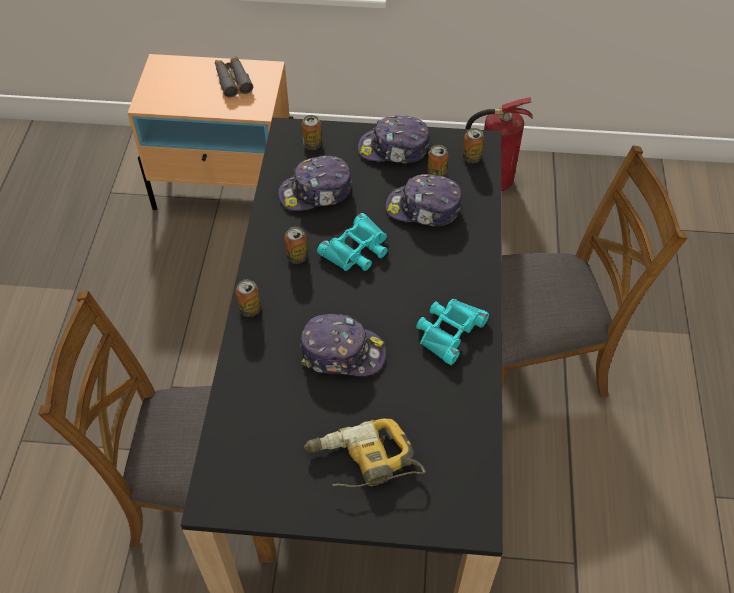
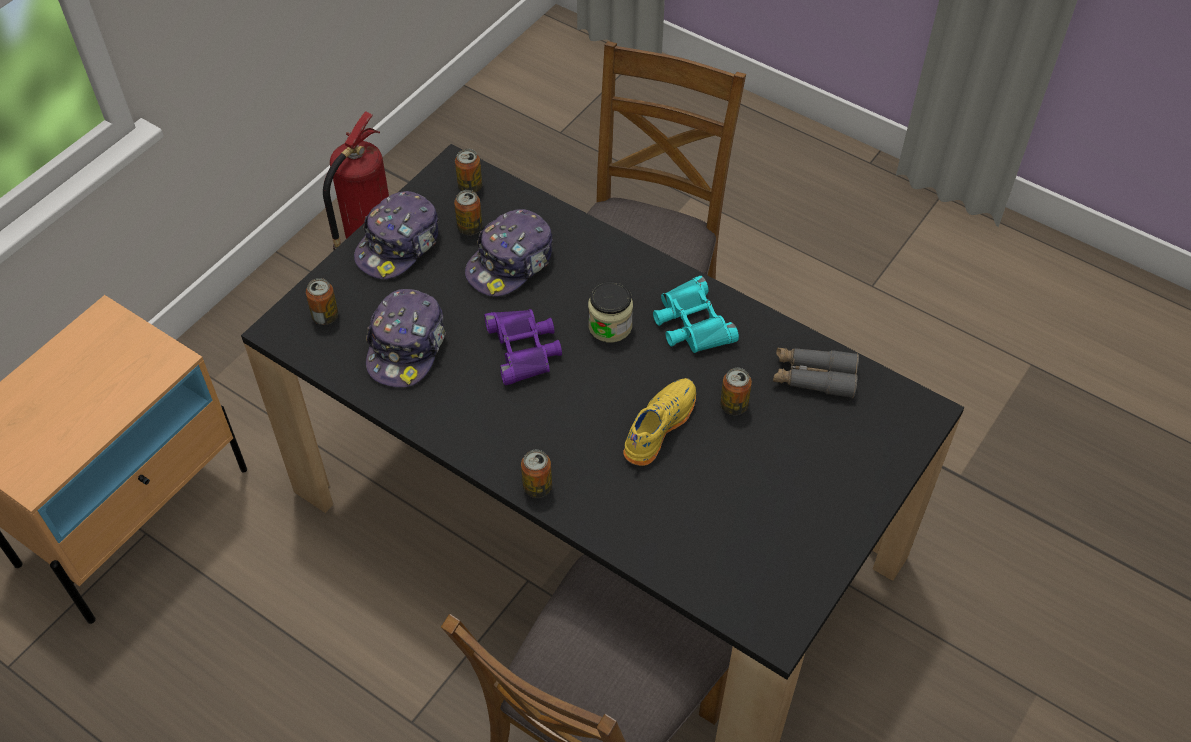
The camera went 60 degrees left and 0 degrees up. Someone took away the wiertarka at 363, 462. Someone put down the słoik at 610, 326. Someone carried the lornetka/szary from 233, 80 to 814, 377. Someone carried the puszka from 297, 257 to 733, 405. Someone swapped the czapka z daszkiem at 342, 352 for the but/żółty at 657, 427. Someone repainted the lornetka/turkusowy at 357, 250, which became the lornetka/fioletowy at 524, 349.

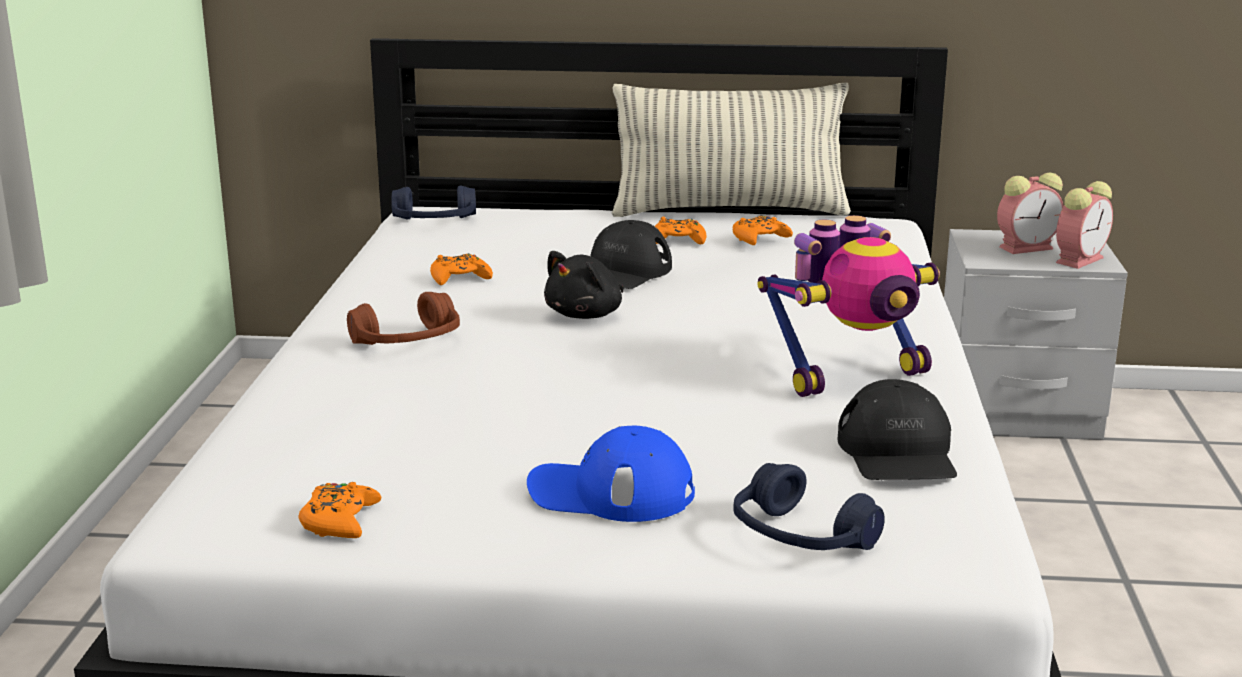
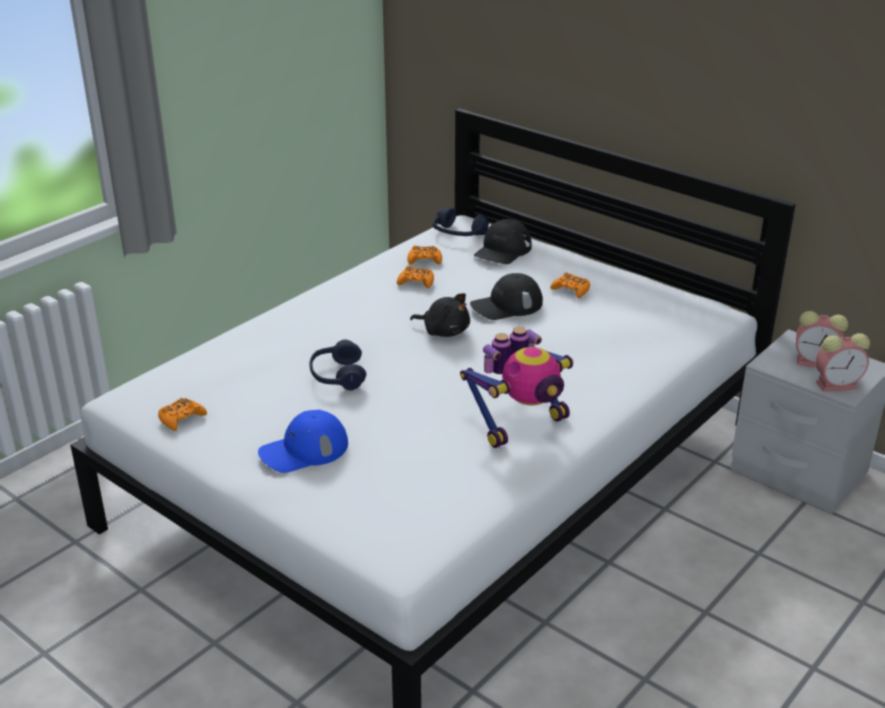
The camera went 35 degrees right and 10 degrees up. Someone took away the słuchawki/brązowy at 408, 342. Someone took away the poduszka at 729, 211. Someone carried the pad do gier/pomarańczowy from 759, 238 to 424, 260. Someone carried the słuchawki/niebieski from 800, 537 to 337, 376. Someone carried the czapka z daszkiem/czarny from 898, 452 to 503, 250. Someone rotated the czapka z daszkiem/niebieski at 610, 492 by 75 degrees counterclockwise. Someone rotated the pluszak/czarny at 586, 314 by 135 degrees counterclockwise. Someone rotated the robot zabawkowy at 851, 375 by 45 degrees counterclockwise.

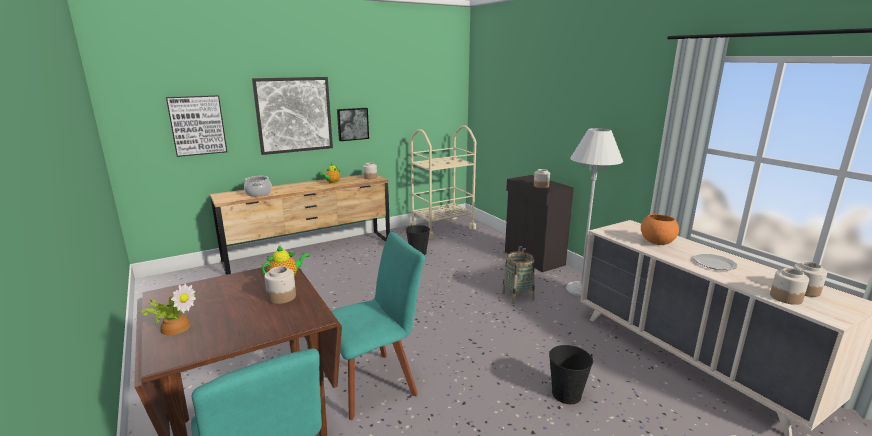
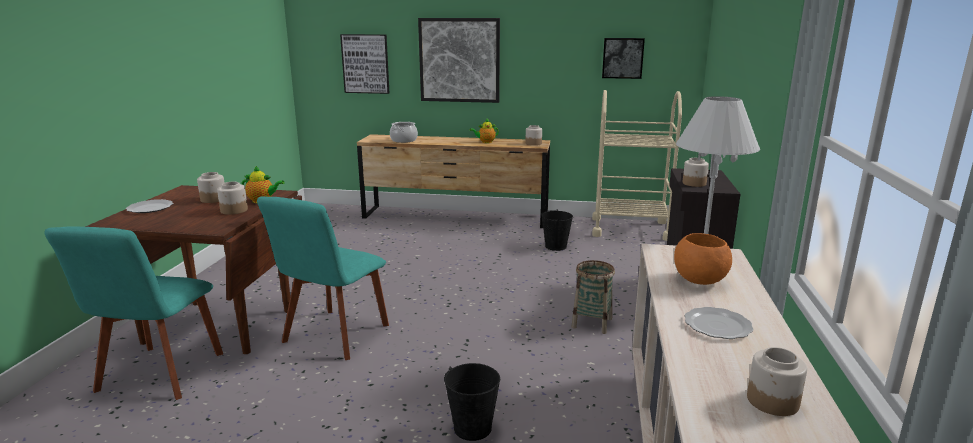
The camera went 40 degrees right and 0 degrees up. Someone carried the obraz from 352, 124 to 622, 58. Someone carried the słoik from 785, 297 to 214, 199. Someone swapped the roślina doniczkowa at 175, 326 for the talerz at 150, 208. Someone rotated the krzesło/turkusowy at 375, 383 by 105 degrees clockwise.

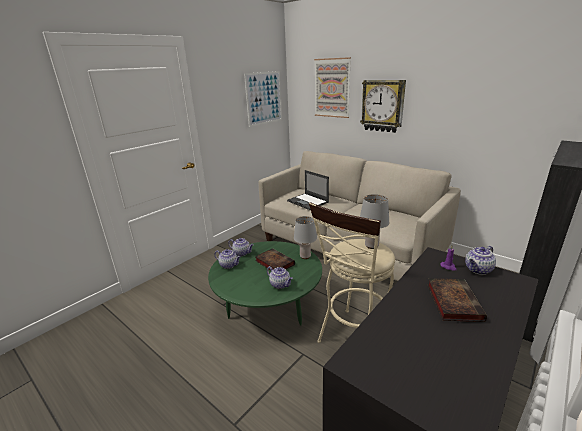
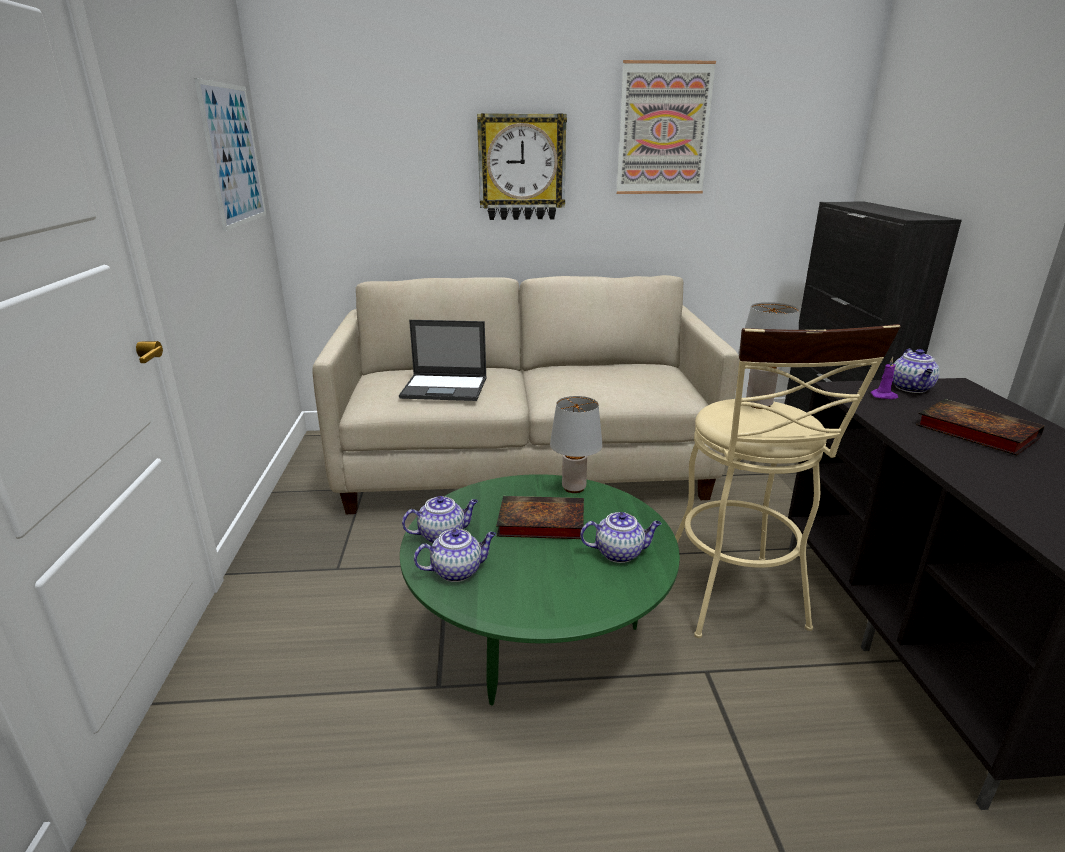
The camera went 45 degrees left and 0 degrees up. Someone carried the obraz from 332, 88 to 663, 129.

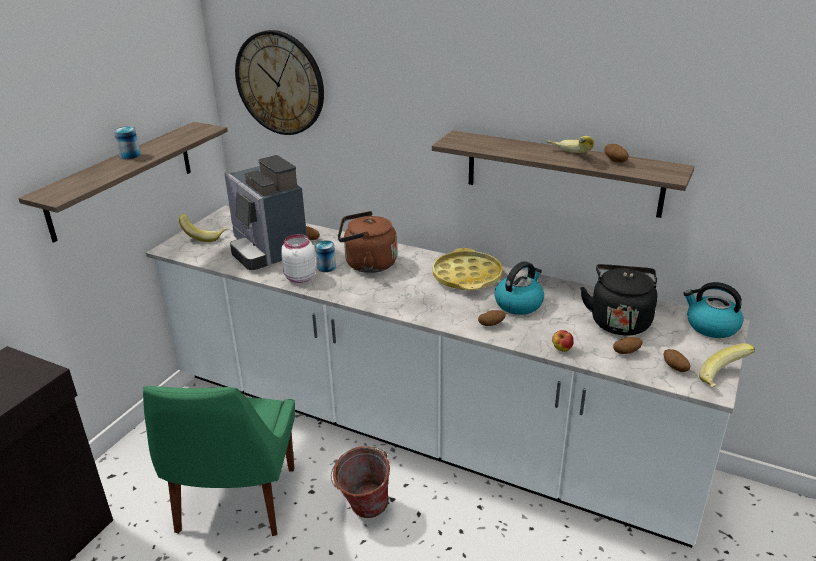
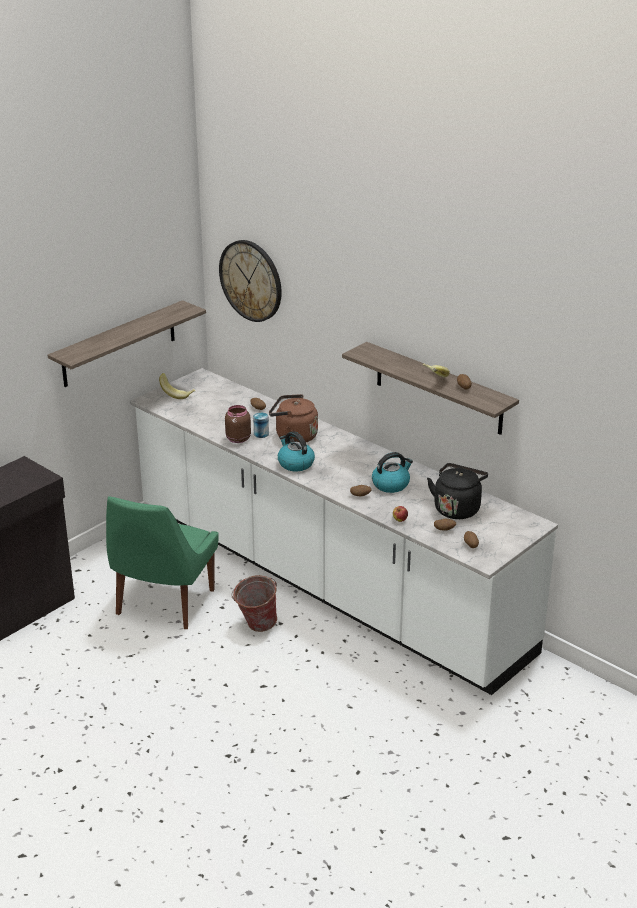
The camera went 15 degrees right and 0 degrees up. Someone took away the puszka at 130, 155. Someone took away the ekspres do kawy at 267, 249. Someone took away the taca/żółty at 467, 276. Someone took away the banan at 724, 379. Someone carried the czajnik from 711, 326 to 295, 463. Someone repainted the słoik/biały at 299, 278, which became the słoik/brązowy at 237, 439.

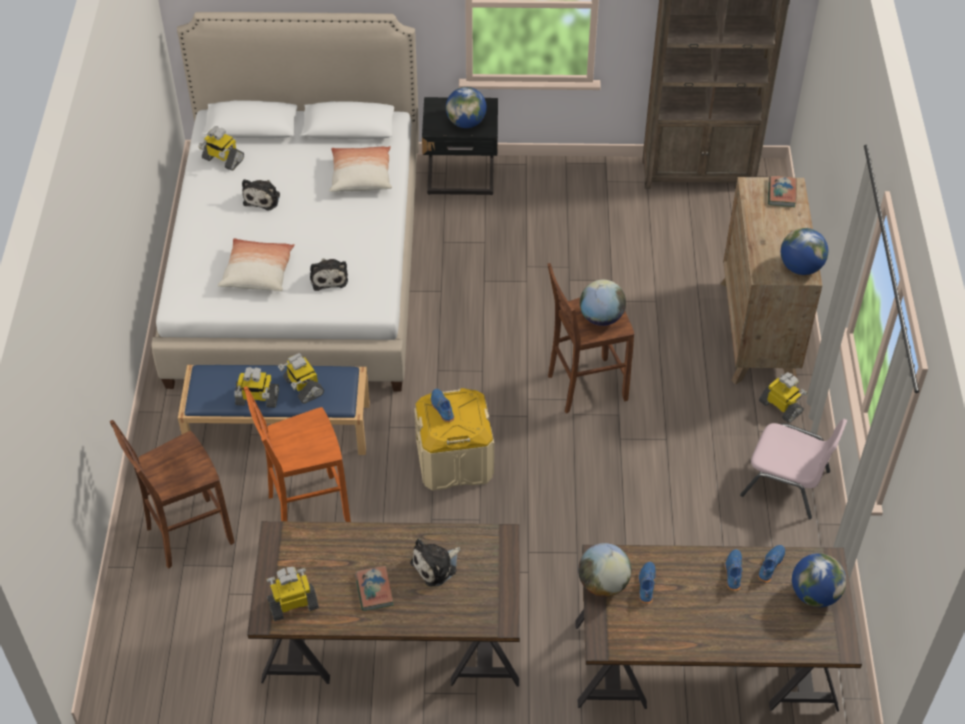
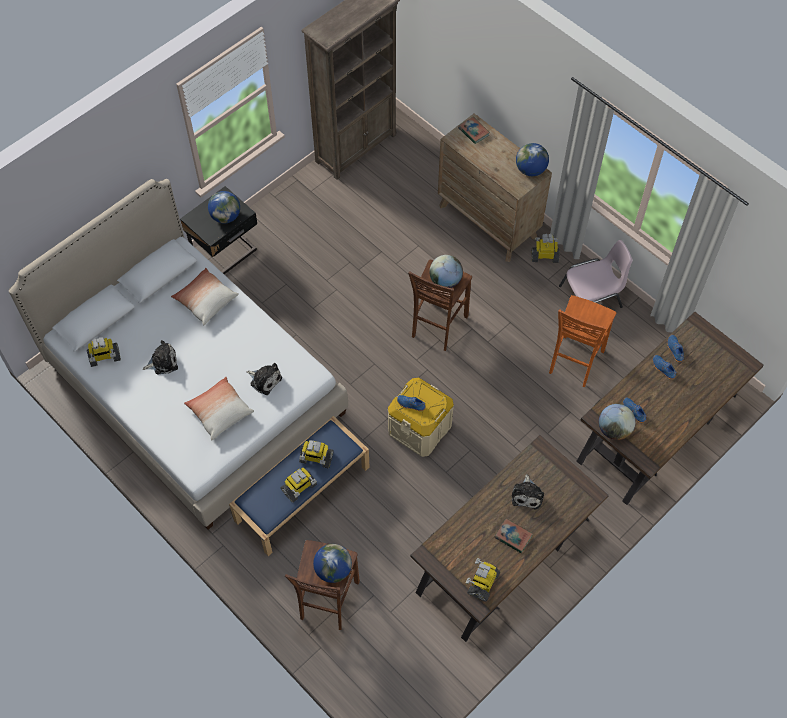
The camera went 45 degrees left and 10 degrees up. Someone carried the stołek/pomarańczowy from 306, 508 to 574, 362. Someone carried the globus from 814, 594 to 333, 569. Someone rotated the pluszak at 263, 198 by 75 degrees counterclockwise.

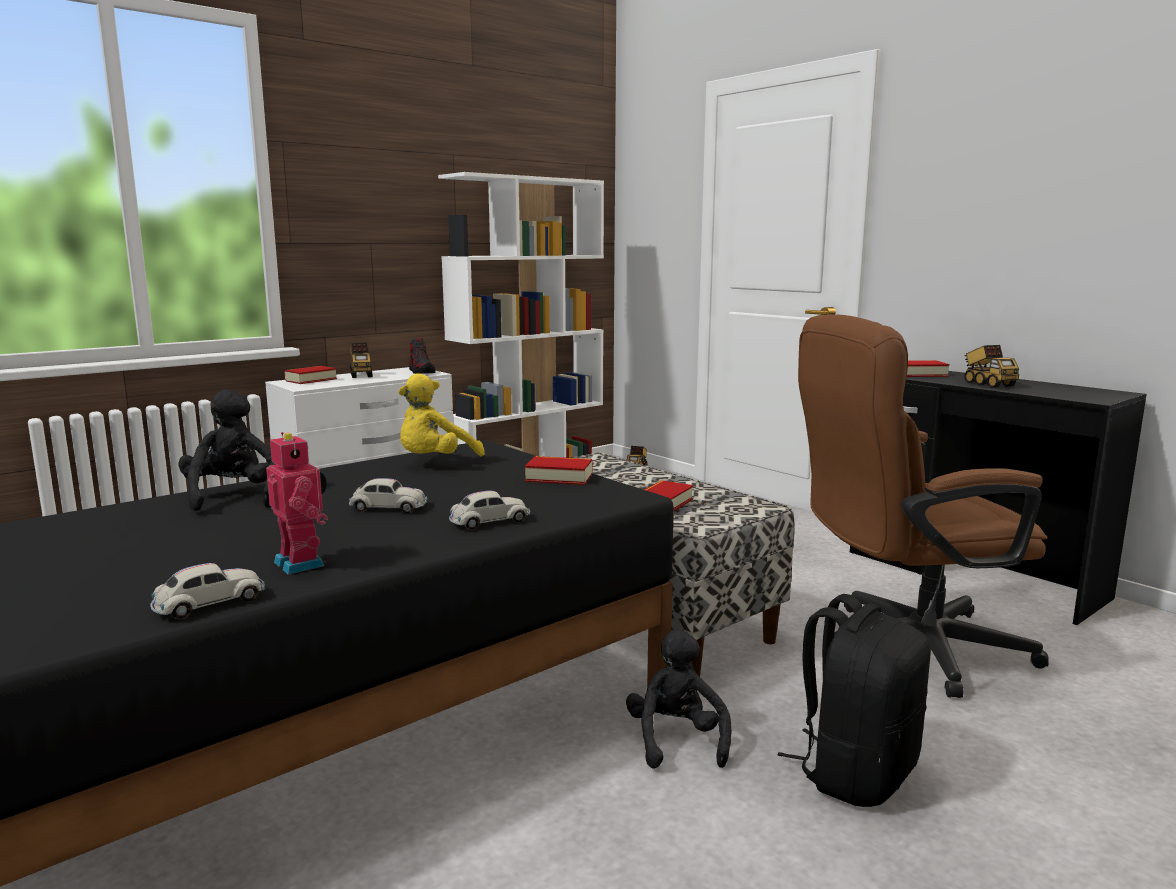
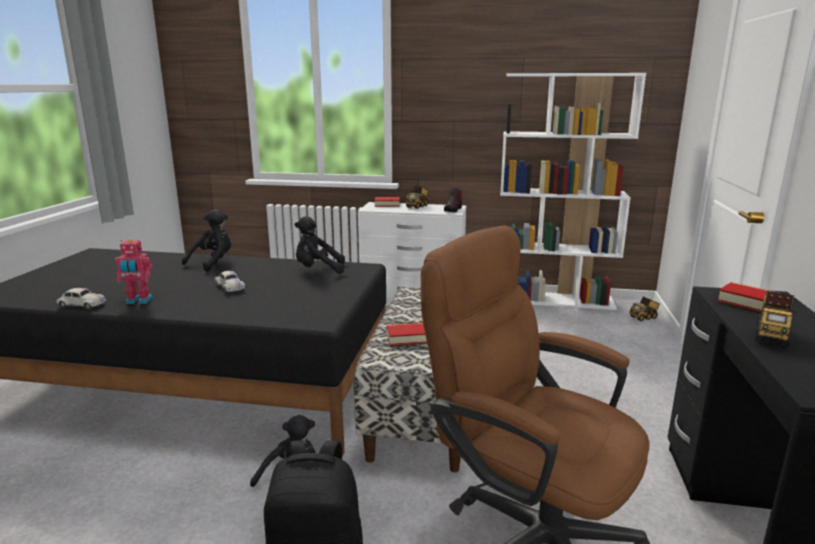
The camera went 50 degrees right and 5 degrees up. Someone took away the samochodzik/biały at 489, 521. Someone took away the książka at 559, 477. Someone repainted the pluszak/żółty at 435, 462, which became the pluszak/czarny at 318, 270. Someone rotated the robot zabawkowy at 303, 563 by 75 degrees clockwise.

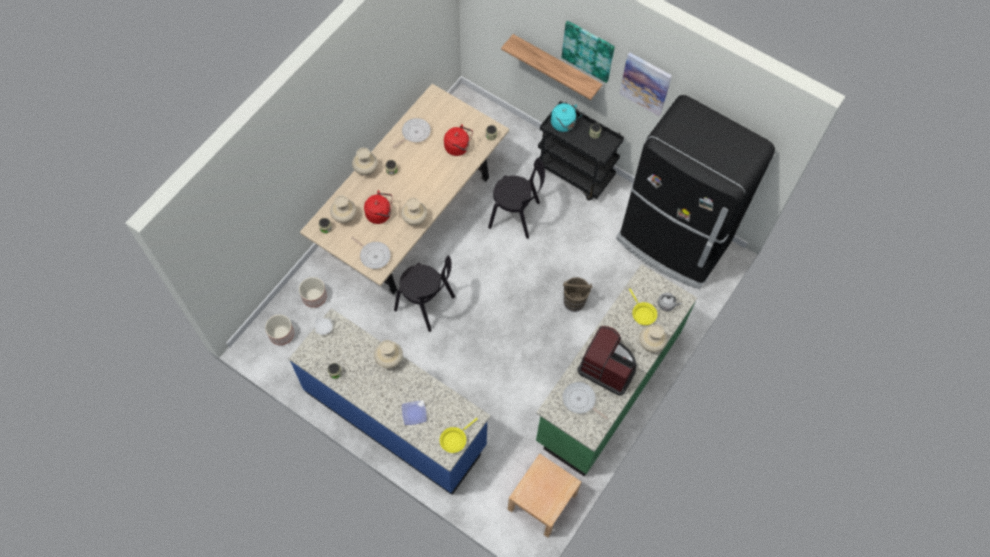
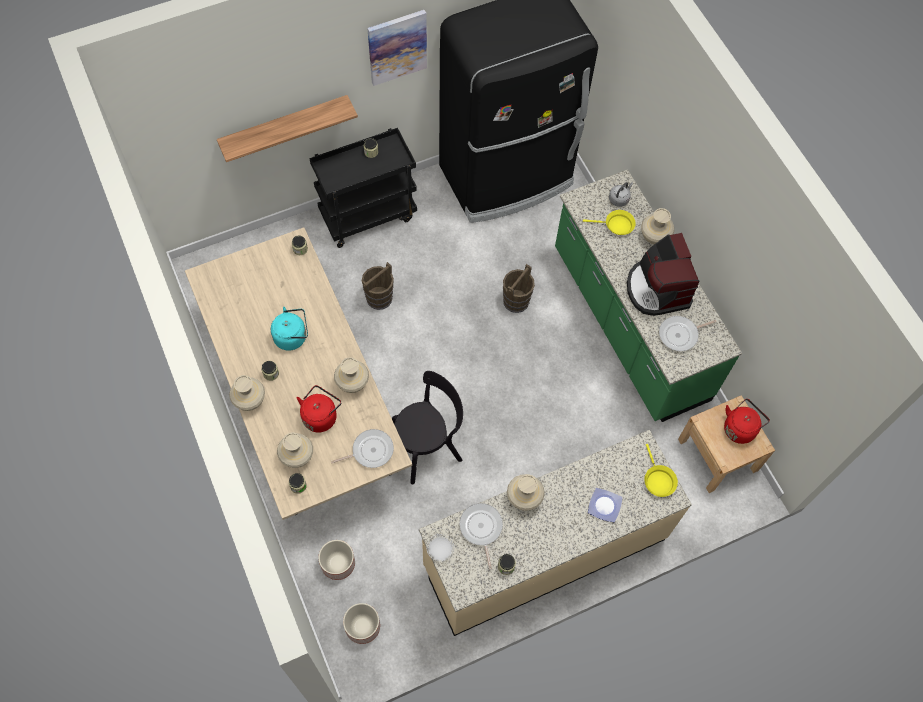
The camera went 60 degrees left and 0 degrees up. Someone took away the obraz at 588, 50. Someone carried the patelnia from 414, 133 to 481, 529. Someone carried the czajnik/czerwony from 458, 147 to 740, 428. Someone carried the czajnik/turkusowy from 564, 124 to 292, 336. Someone swapped the krzesło/czarny at 516, 216 for the wiadro/brązowy at 379, 298. Someone repainted the zabudowa kuchenna/niebieski at 395, 418, which became the zabudowa kuchenna/beżowy at 544, 551. Someone rotated the ekspres do kawy at 608, 367 by 75 degrees counterclockwise.

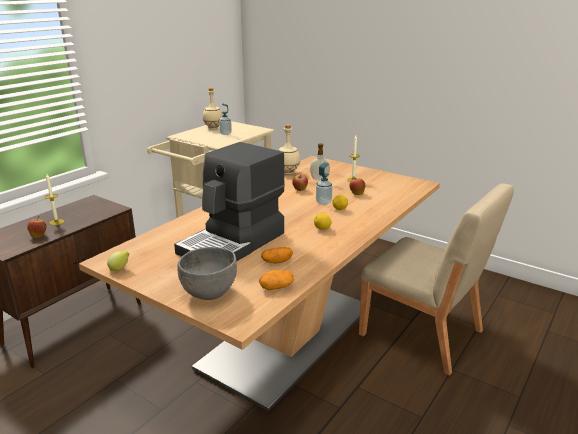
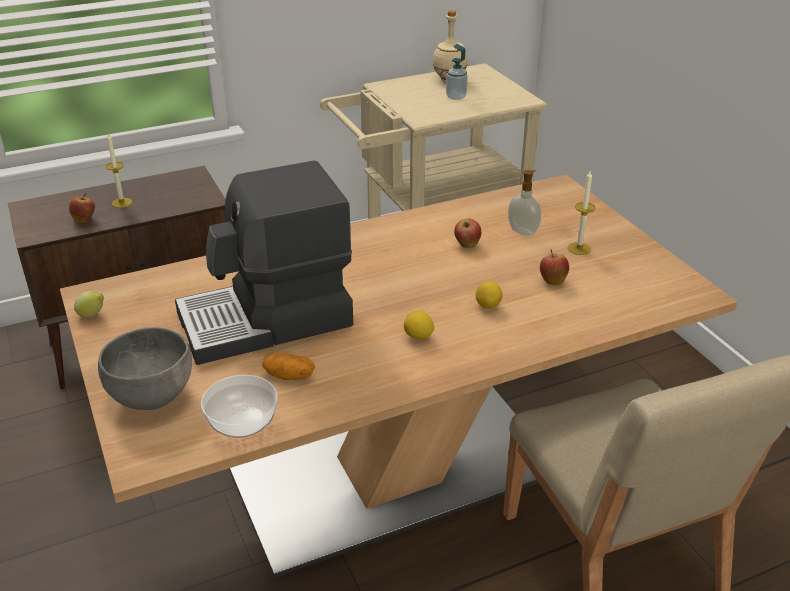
The camera went 30 degrees right and 10 degrees up. Someone took away the butelka/beżowy at 288, 172. Someone took away the dozownik mydła at 323, 202. Someone swapped the ziemniak at 276, 287 for the miska at 242, 421.

